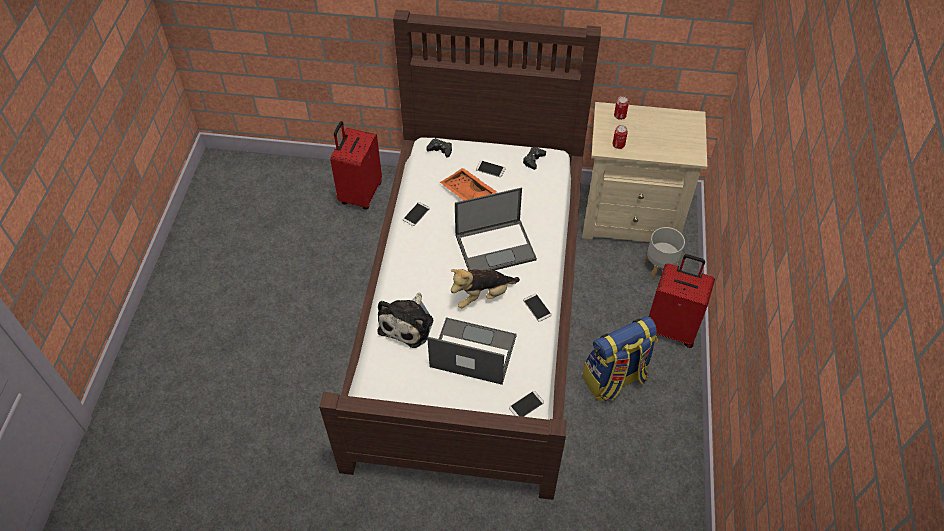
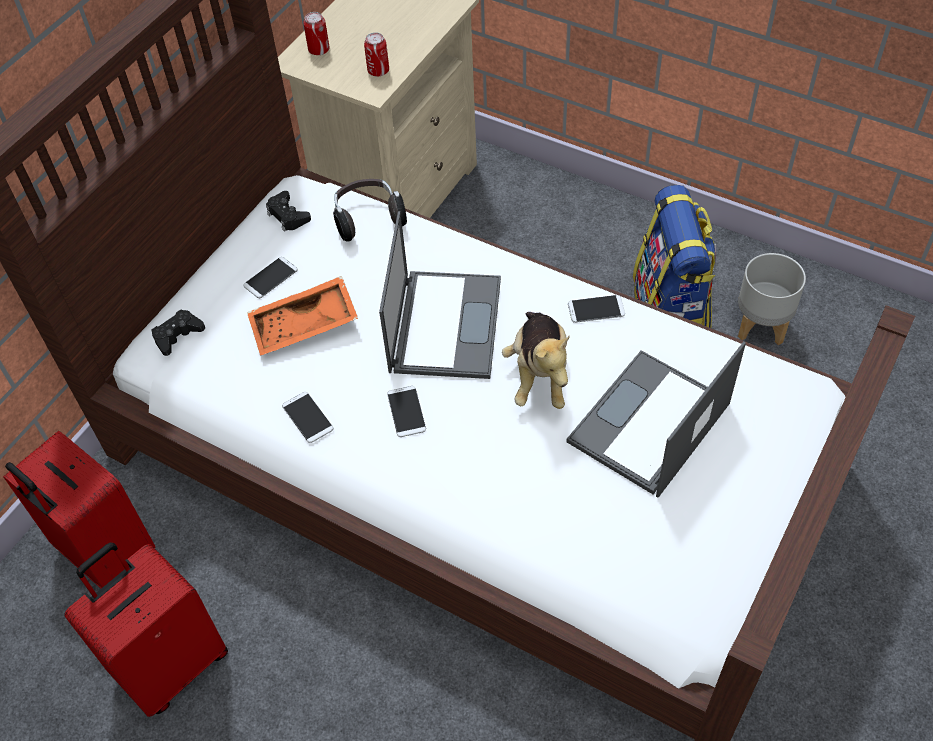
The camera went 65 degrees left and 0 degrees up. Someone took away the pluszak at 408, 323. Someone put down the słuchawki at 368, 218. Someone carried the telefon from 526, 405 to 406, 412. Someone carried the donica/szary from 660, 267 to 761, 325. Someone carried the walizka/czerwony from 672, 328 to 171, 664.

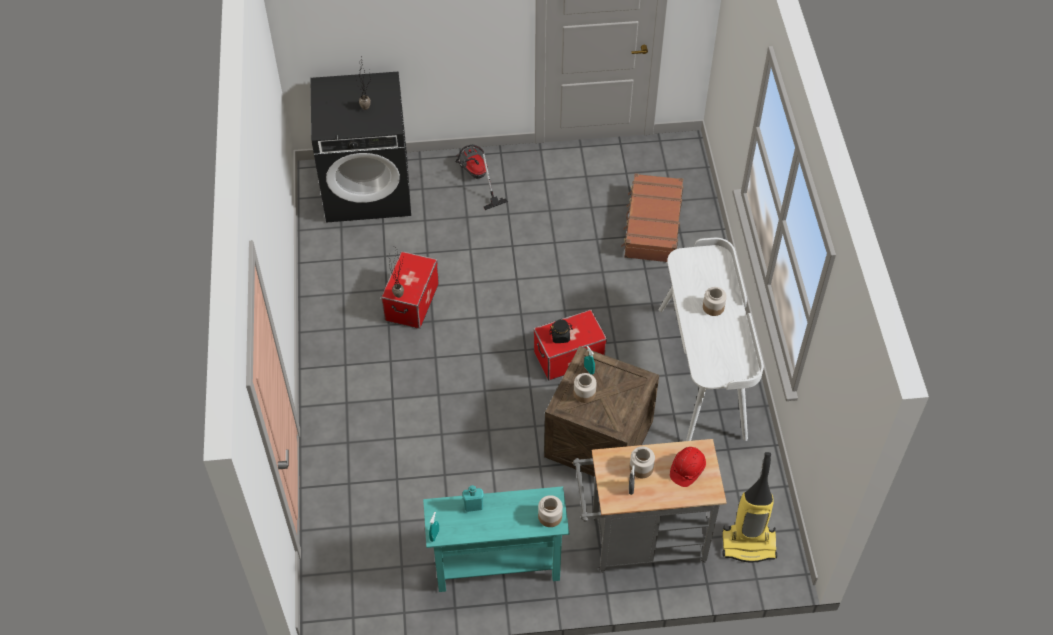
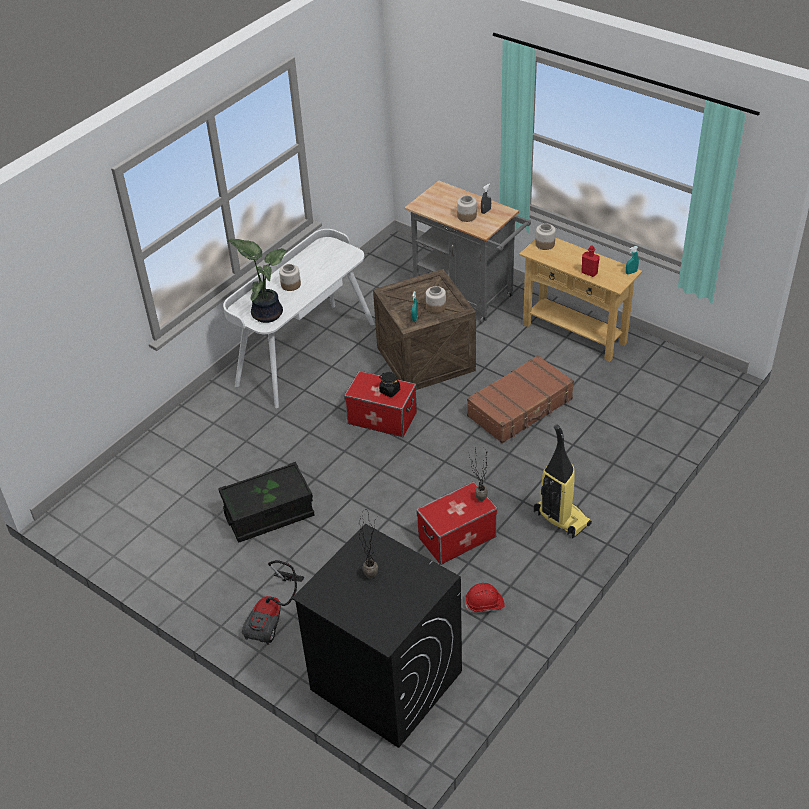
The camera went 135 degrees left and 10 degrees down. Someone put down the pojemnik do przechowywania/czarny at 269, 514. Someone put down the roślina doniczkowa at 267, 313. Someone carried the walizka/brązowy from 652, 225 to 520, 408. Someone carried the kask/czerwony from 687, 470 to 484, 604. Someone carried the odkurzacz from 749, 544 to 560, 518. Someone repainted the stolik konsolowy/turkusowy at 497, 567, which became the stolik konsolowy/beżowy at 574, 333. Someone repainted the butelka/turkusowy at 473, 506, which became the butelka/czerwony at 589, 273.

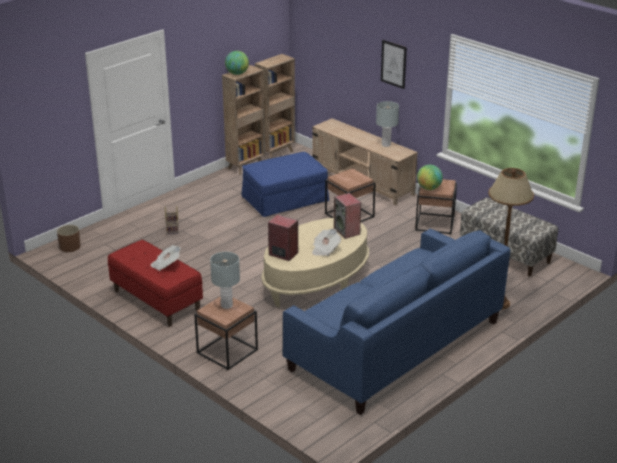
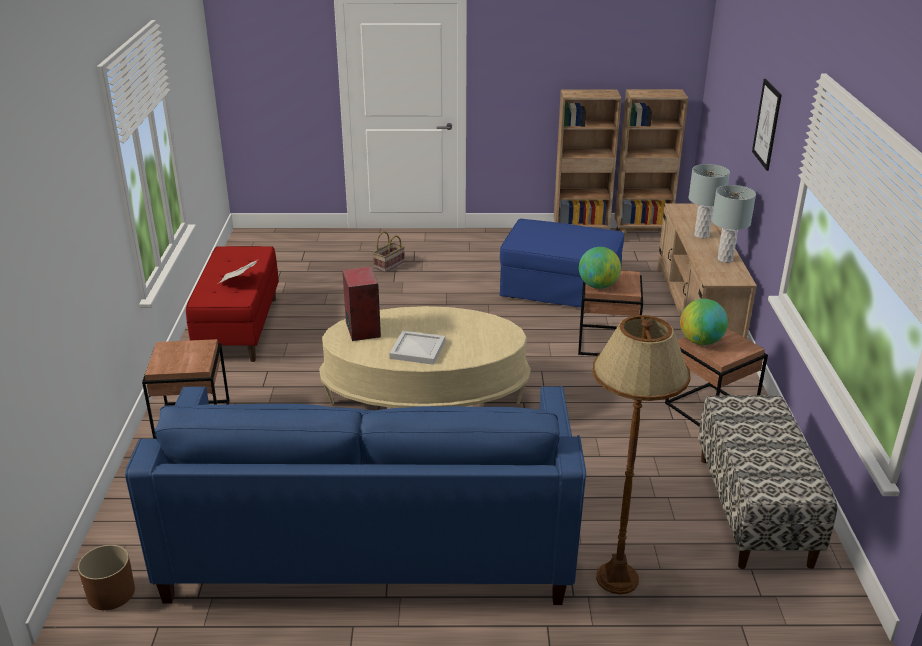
The camera went 45 degrees right and 0 degrees up. Someone took away the głośnik at 347, 231. Someone carried the donica/brązowy from 70, 247 to 110, 593. Someone carried the lampa stołowa/szary from 227, 305 to 701, 235. Someone carried the globus from 237, 73 to 598, 286. Someone swapped the gazeta at 325, 250 for the taca/biały at 416, 350.

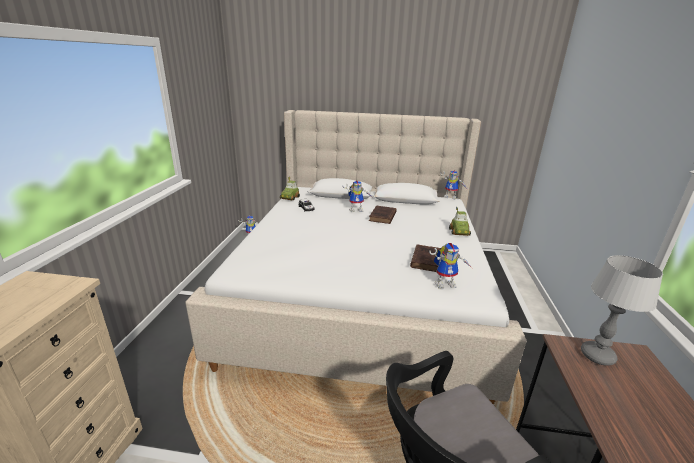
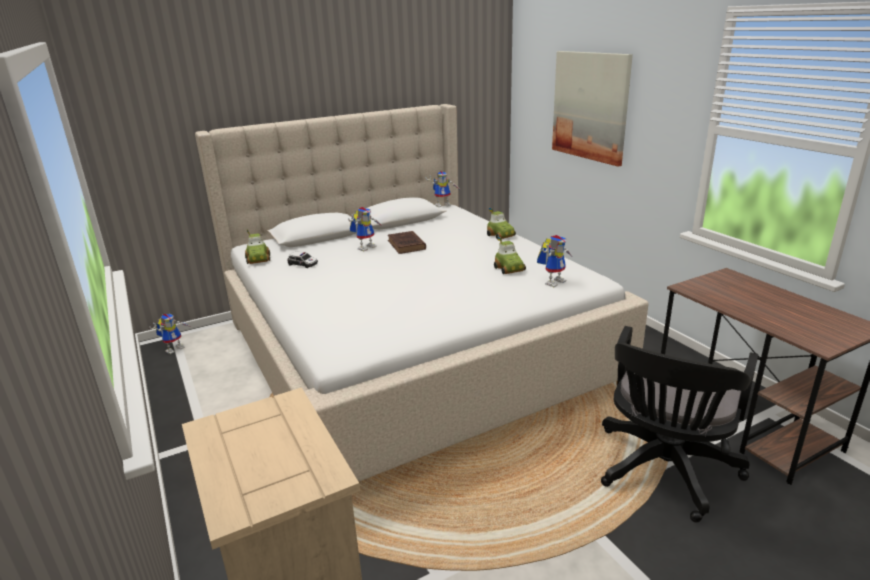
The camera went 35 degrees left and 0 degrees up. Someone took away the lampa stołowa at 596, 355. Someone put up the obraz at 590, 106. Someone swapped the książka/brązowy at 426, 260 for the samochodzik at 510, 269.

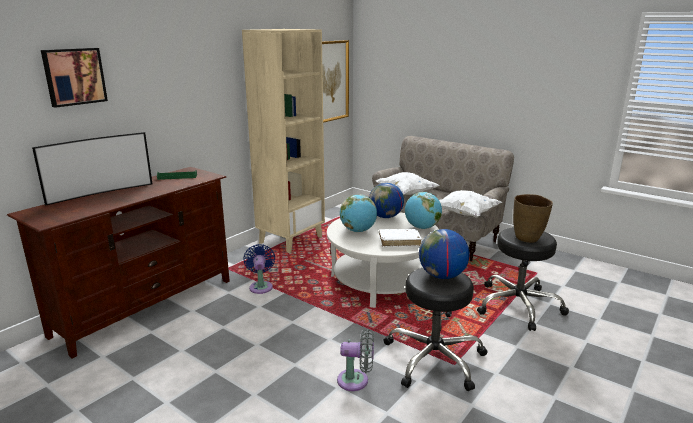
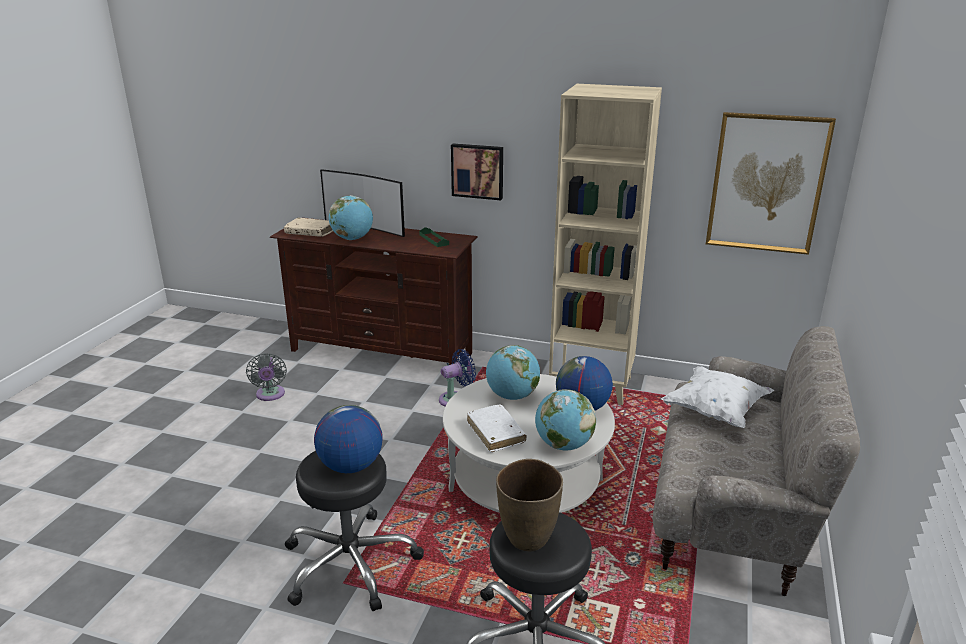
The camera went 70 degrees right and 5 degrees up. Someone took away the poduszka/biały at 465, 214. Someone put down the książka/beżowy at 310, 232. Someone put down the globus at 352, 239. Someone carried the obraz from 74, 76 to 478, 171. Someone carried the wentylator/szary from 356, 380 to 270, 395.

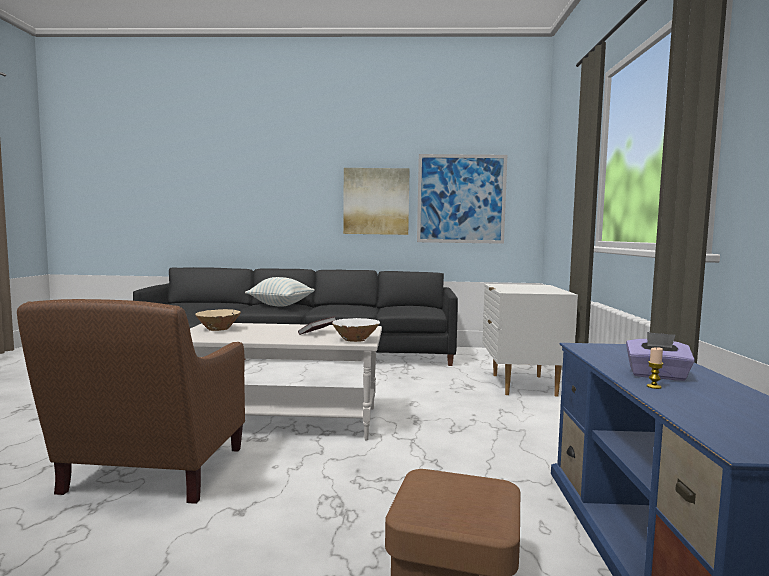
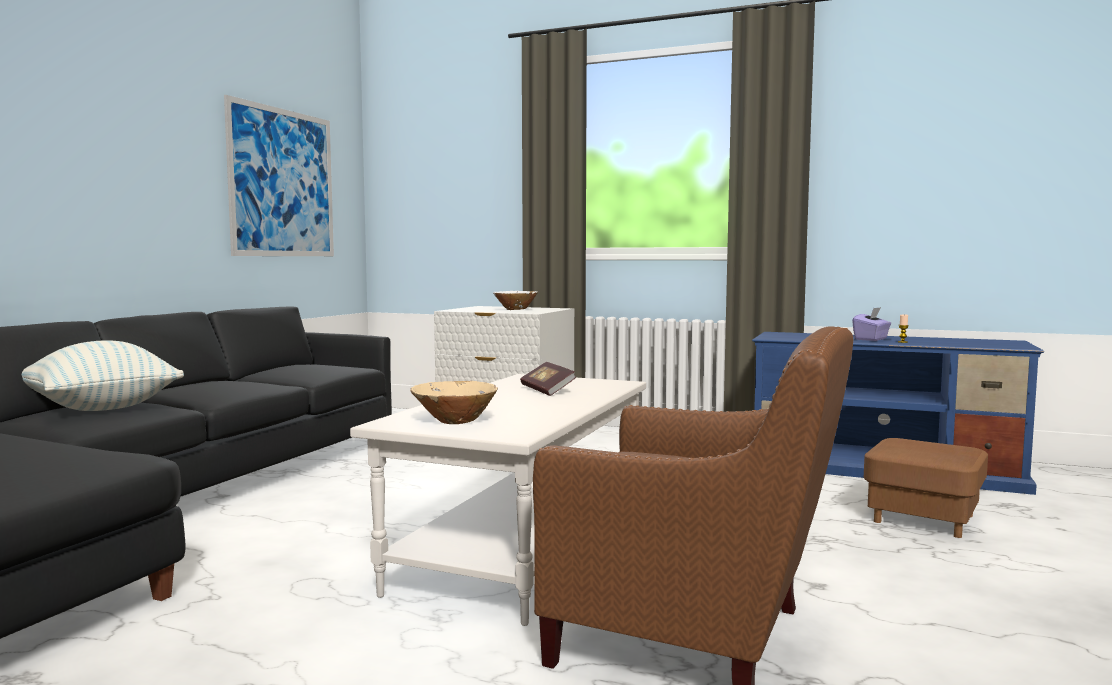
The camera went 70 degrees left and 0 degrees up. Someone took away the obraz at 376, 201. Someone carried the miska/biały from 355, 340 to 515, 309.

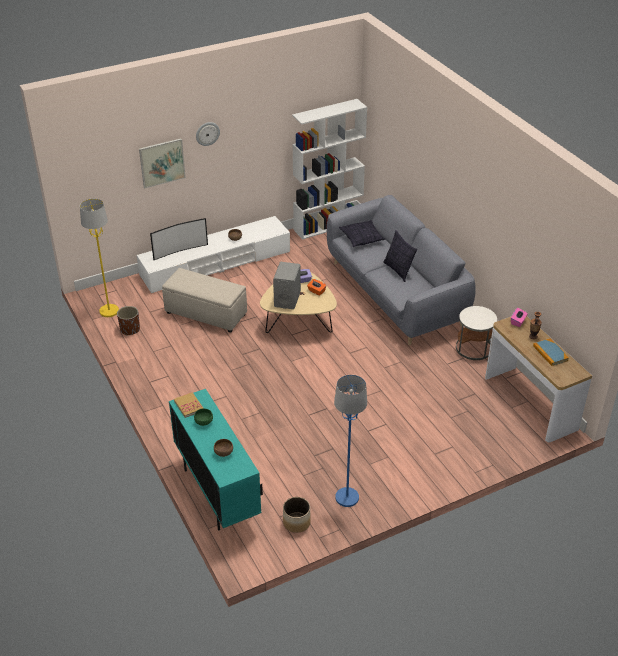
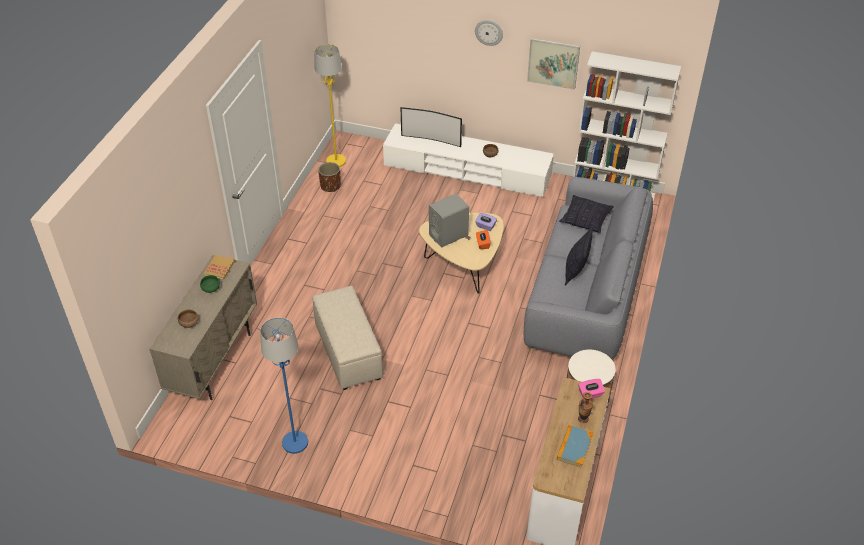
The camera went 45 degrees right and 5 degrees up. Someone took away the donica at 296, 523. Someone carried the obraz from 162, 162 to 553, 63. Someone carried the pufa/beżowy from 205, 313 to 348, 351. Someone repainted the szafka/turkusowy at 217, 493, which became the szafka/beżowy at 215, 362.

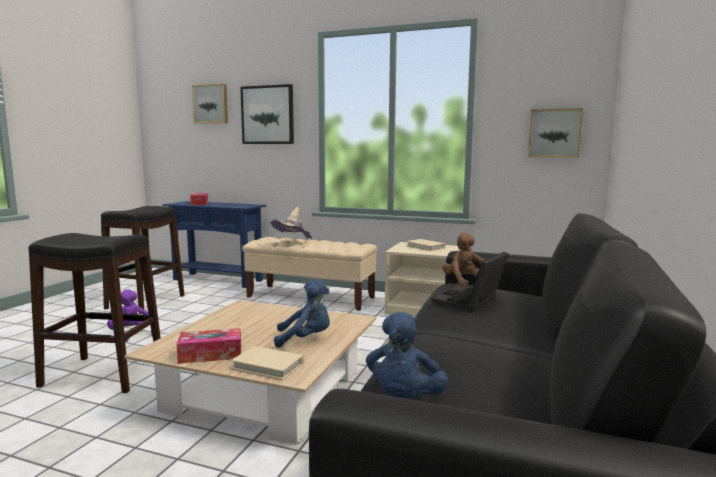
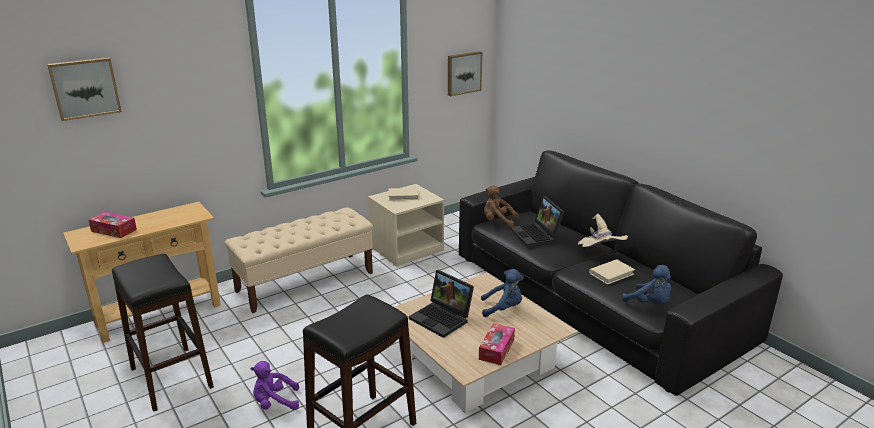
The camera went 55 degrees left and 15 degrees up. Someone took away the obraz at 268, 115. Someone put down the laptop at 443, 318. Someone carried the książka/beżowy from 268, 366 to 611, 274. Someone carried the kapelusz/beżowy from 293, 243 to 599, 254. Someone repainted the stolik konsolowy/niebieski at 218, 280, which became the stolik konsolowy/beżowy at 159, 314. Someone rotated the pluszak/niebieski at 306, 339 by 60 degrees clockwise.

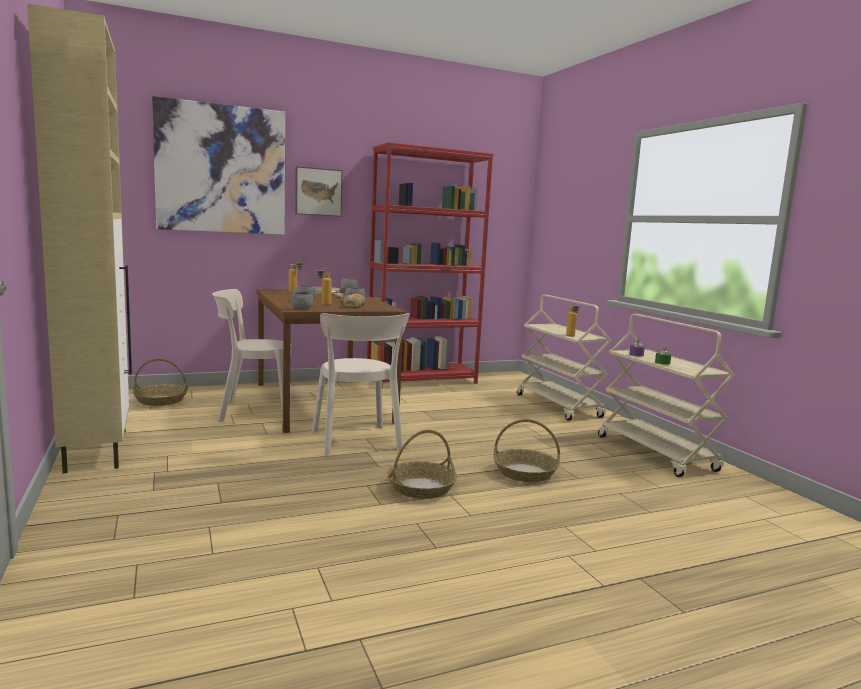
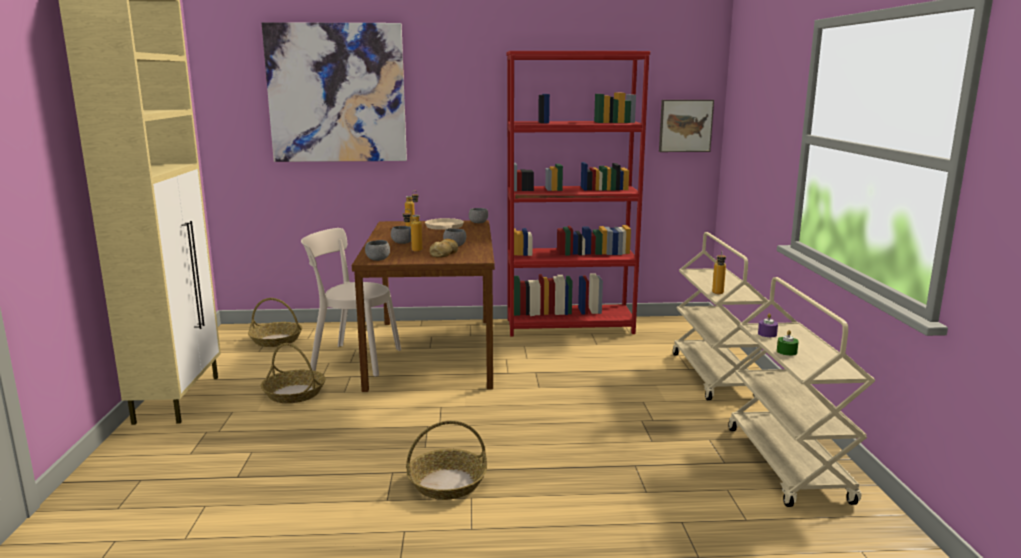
The camera went 20 degrees right and 5 degrees up. Someone took away the krzesło/beżowy at 357, 442. Someone carried the obraz from 318, 192 to 685, 125. Someone carried the koszyk from 524, 473 to 294, 393.

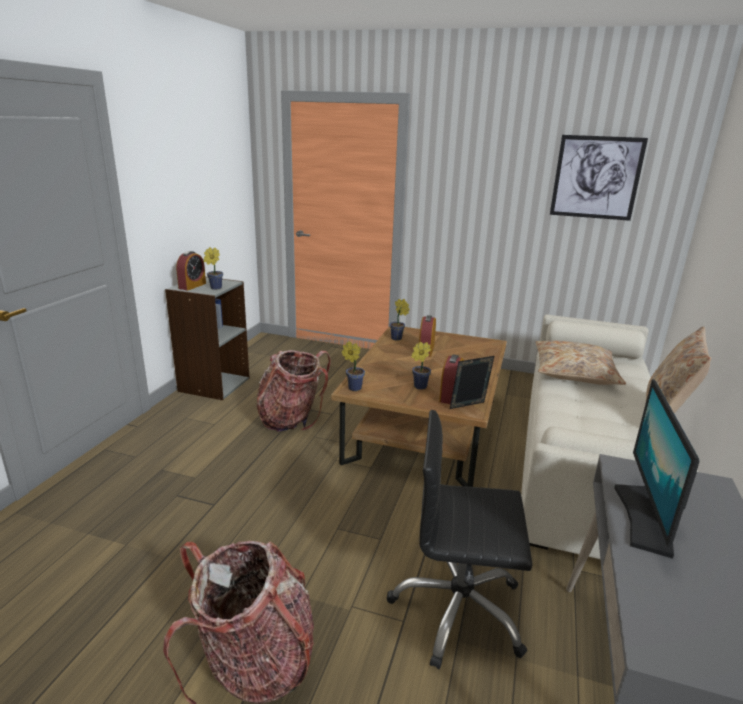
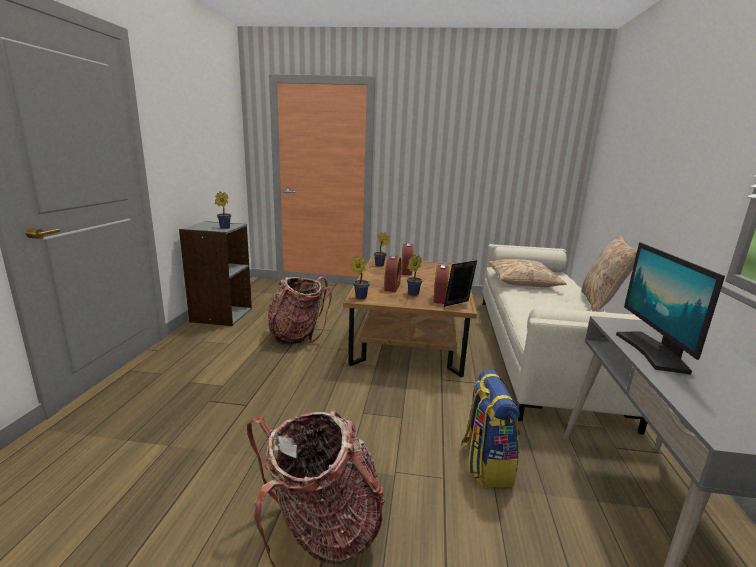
The camera went 10 degrees left and 5 degrees down. Someone took away the obraz at 596, 177. Someone carried the budzik from 192, 286 to 392, 287. Someone swapped the krzesło biurowe/czarny at 458, 610 for the plecak at 485, 464.

